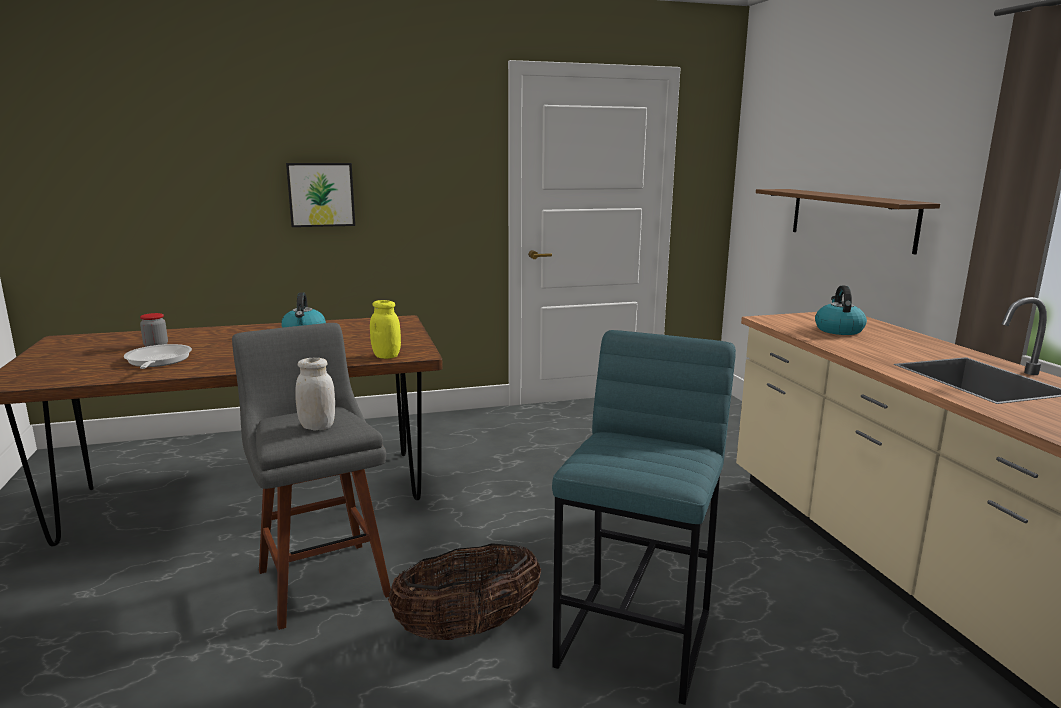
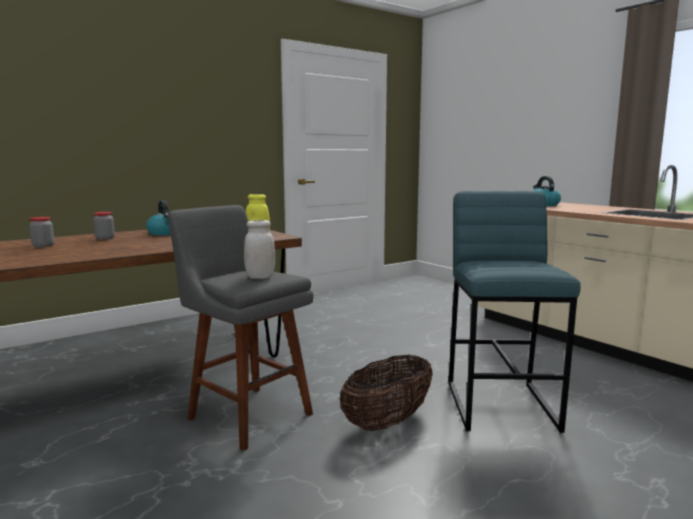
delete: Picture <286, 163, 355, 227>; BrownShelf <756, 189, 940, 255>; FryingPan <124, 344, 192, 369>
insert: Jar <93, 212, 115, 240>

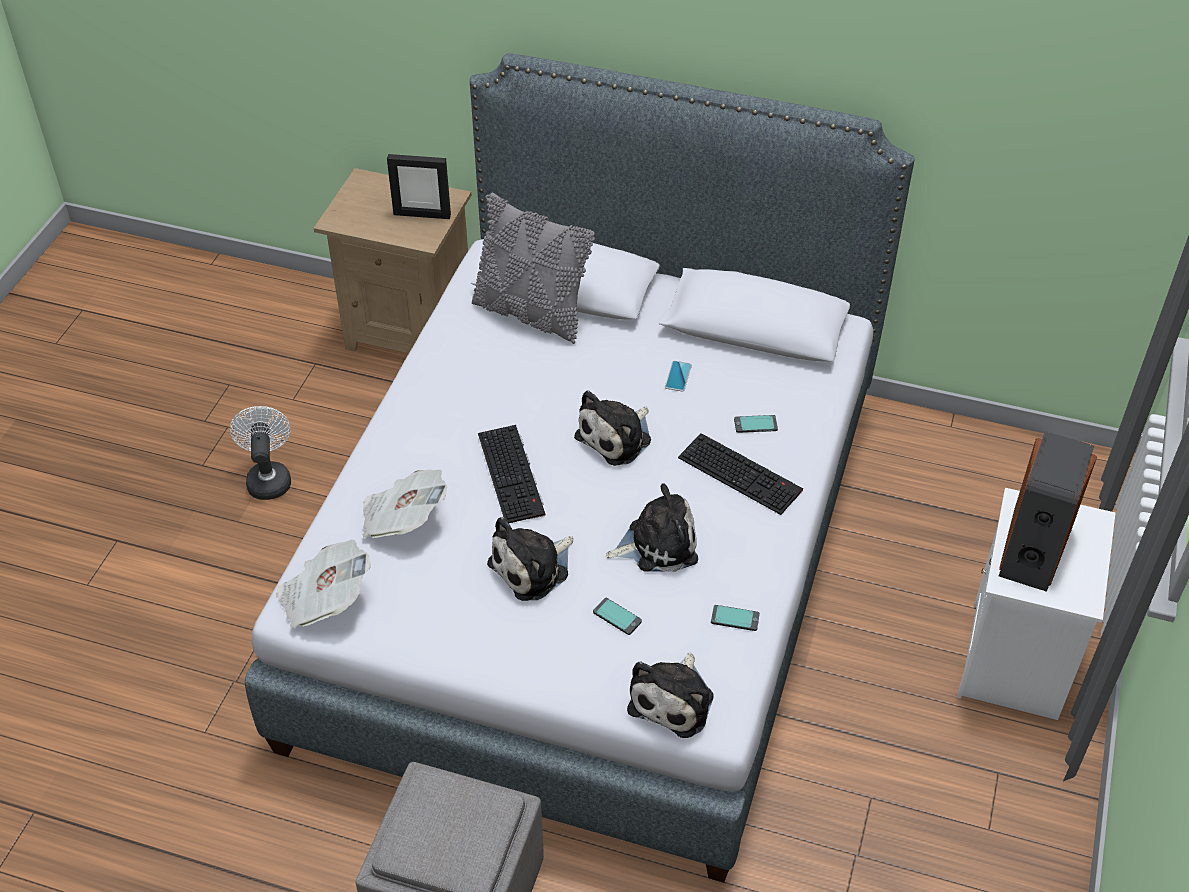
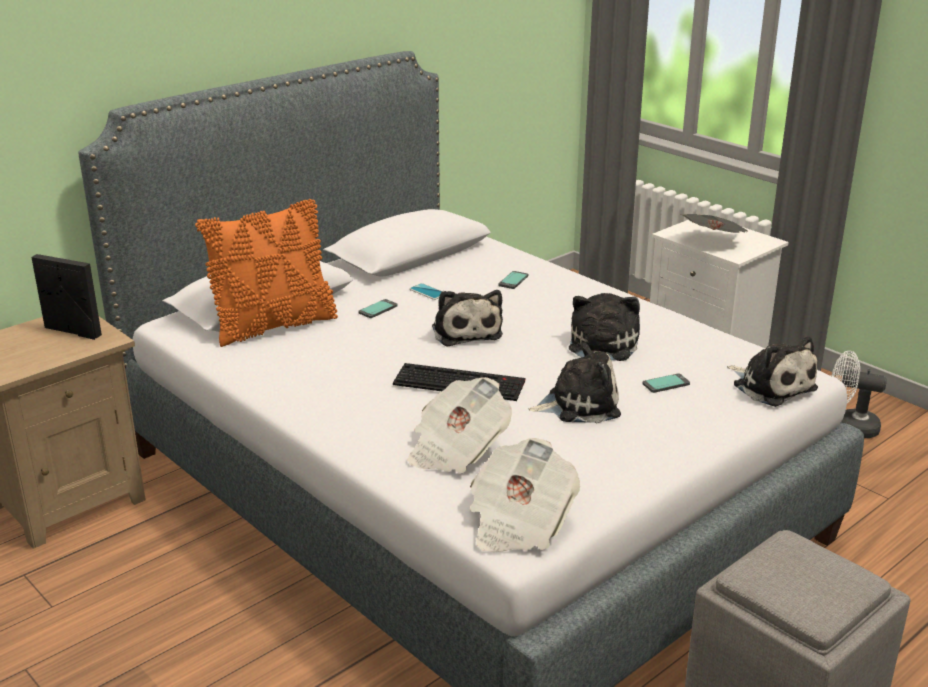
delete: Keyboard <678, 433, 803, 515>
move: WhiteFan <230, 406, 291, 500> to <832, 351, 887, 438>; Phone <711, 605, 760, 631> to <359, 299, 398, 318>
replace: Speaker <999, 431, 1097, 592> to Newspaper <680, 214, 747, 233>
recolor: GreyPillow <472, 193, 595, 344> to OrangePillow <195, 199, 338, 347>
rotate: PictureFrame <387, 154, 451, 219> = <31, 254, 102, 340> 105 degrees counterclockwise; PlushToy <487, 517, 573, 601> = <528, 342, 621, 423> 90 degrees counterclockwise

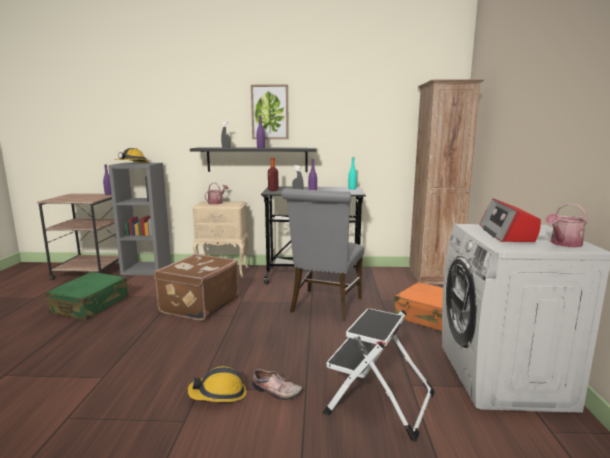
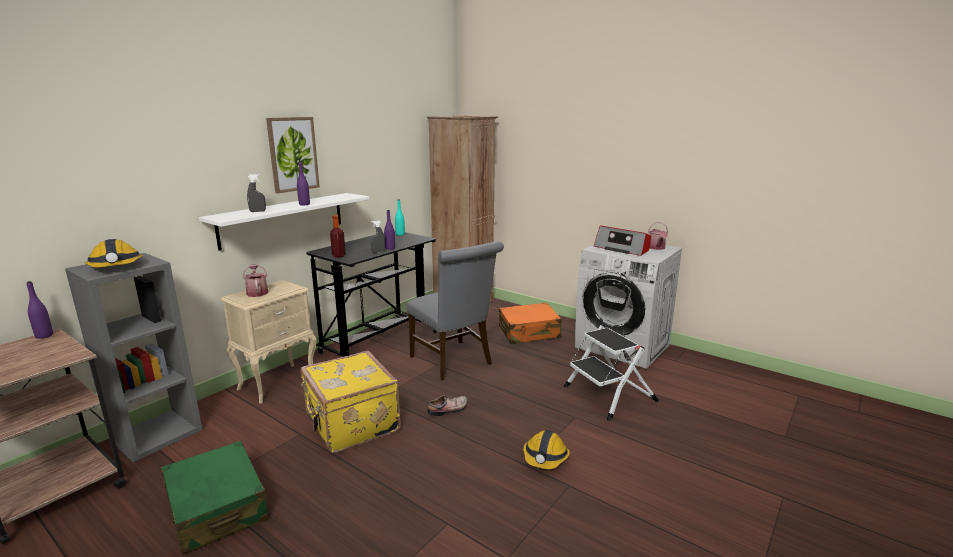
move: Shoe <252, 369, 303, 400> to <427, 395, 468, 417>
recolor: BlackShelf <190, 147, 317, 172> to WhiteShelf <199, 193, 369, 251>; BrownSuitcase <154, 254, 239, 321> to YellowSuitcase <301, 351, 401, 453>

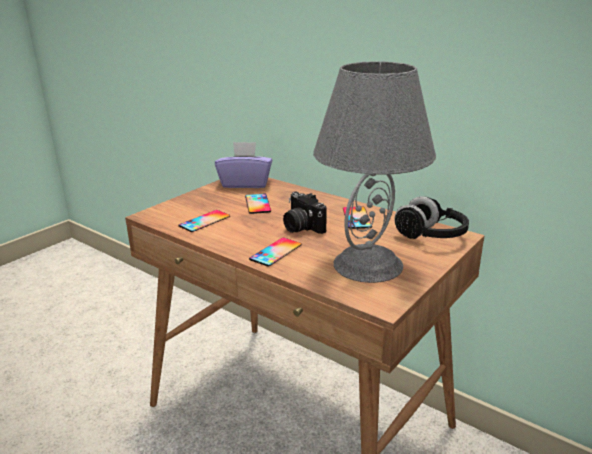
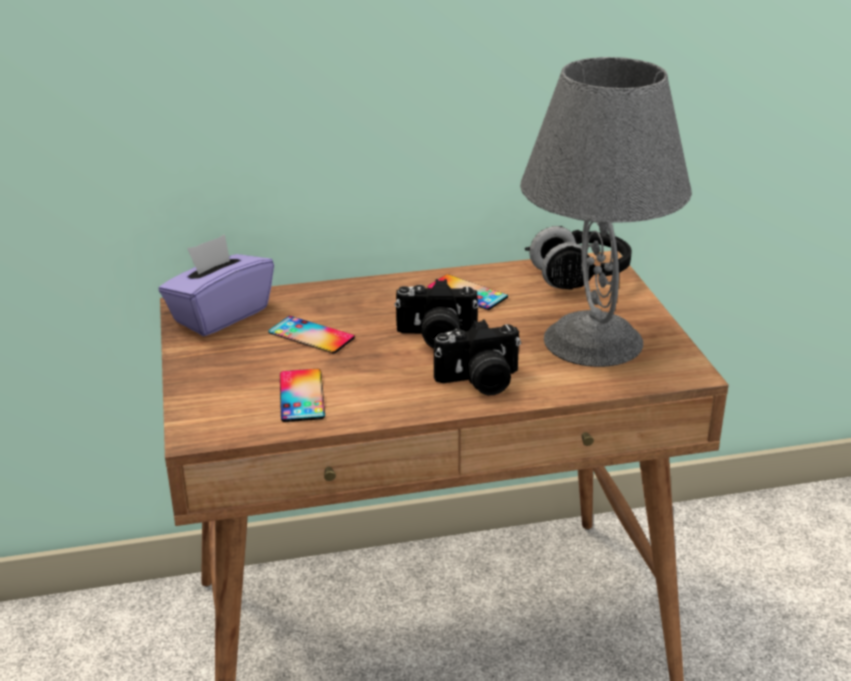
replace: Phone <249, 238, 302, 267> to PhotoCamera <434, 320, 521, 395>

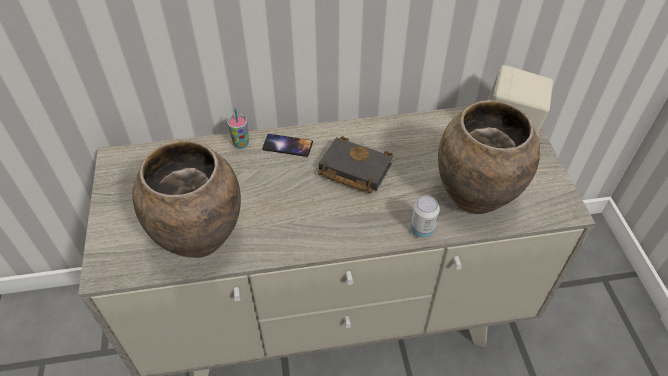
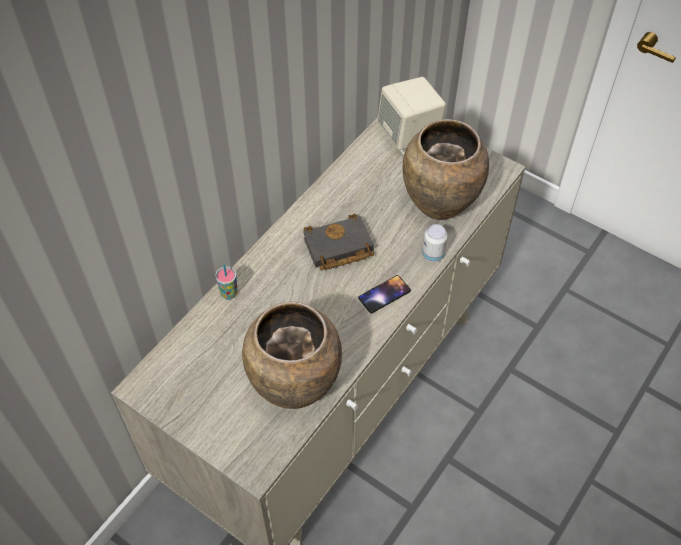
move: Phone <262, 134, 313, 157> to <358, 275, 411, 314>

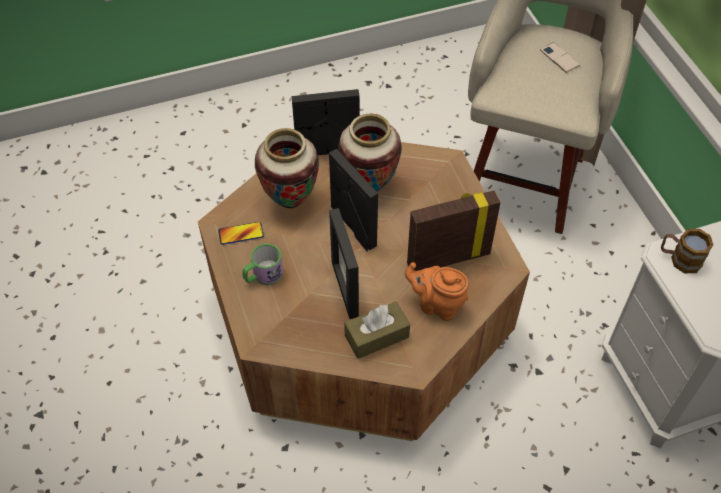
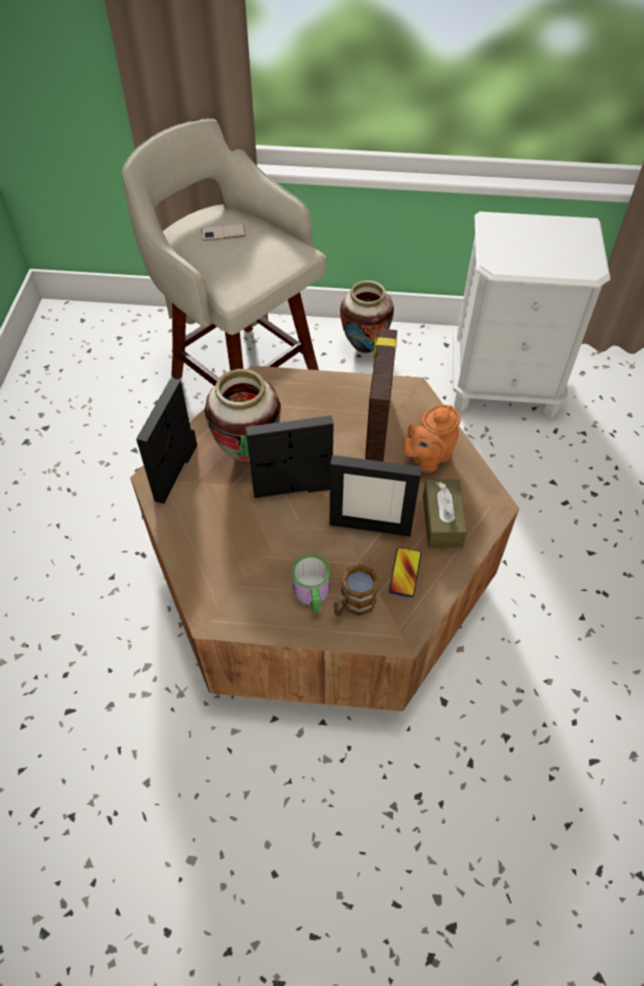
move: Vase <255, 128, 319, 208> to <340, 280, 394, 354>; Phone <218, 222, 264, 245> to <389, 547, 421, 598>; Mug <661, 229, 714, 273> to <334, 564, 379, 616>

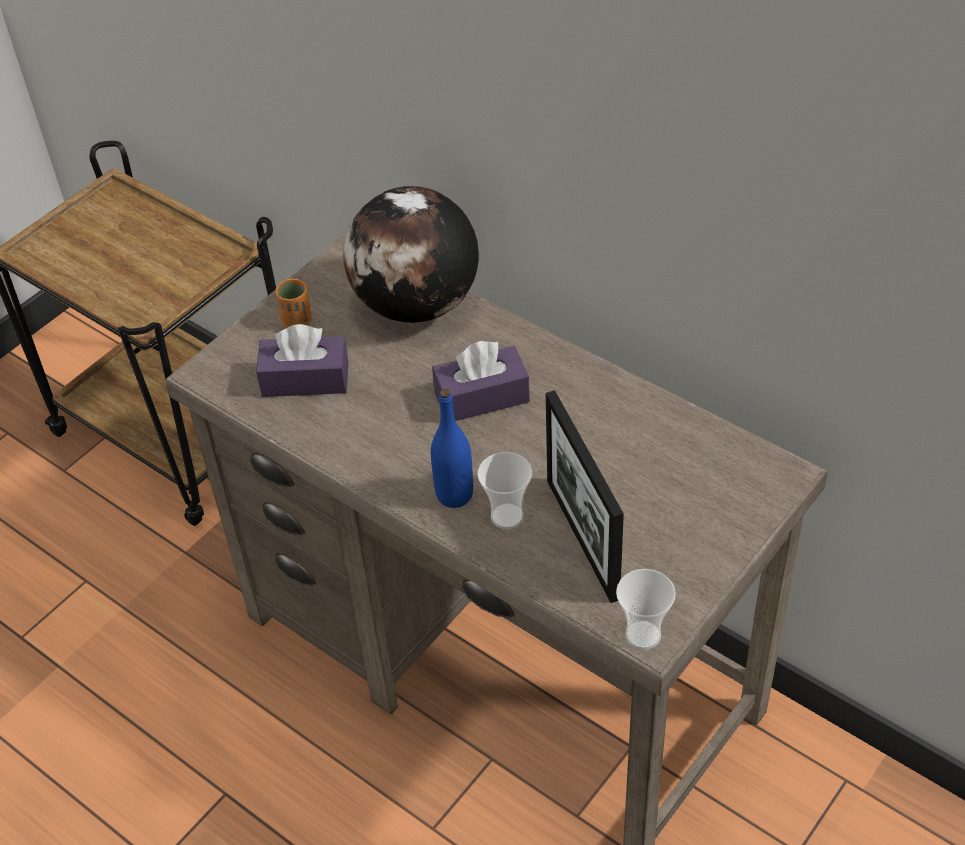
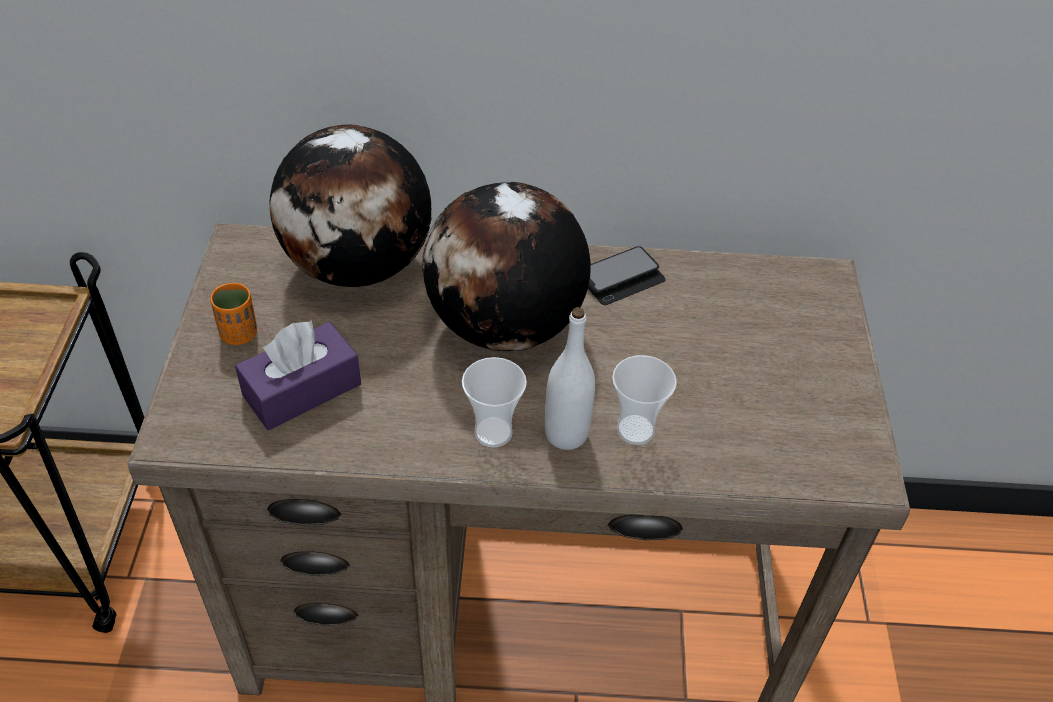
delete: PictureFrame <546, 390, 624, 603>
insert: Phone <588, 246, 665, 305>
move: Cup <616, 569, 676, 650> to <462, 357, 527, 447>
replace: PurpleTissueBox <432, 341, 530, 421> to Globe <422, 182, 591, 351>
recolor: BlueBottle <431, 389, 473, 508> to WhiteBottle <545, 307, 595, 450>

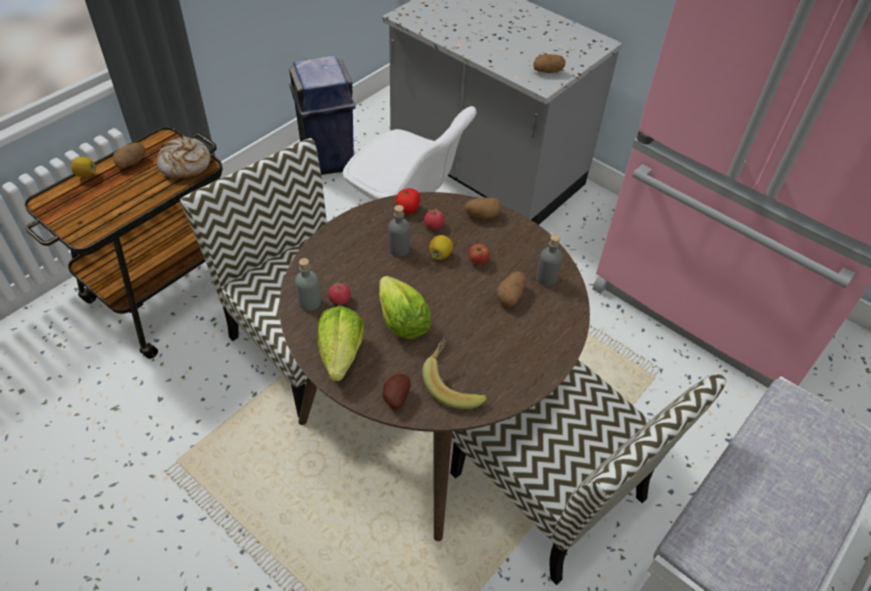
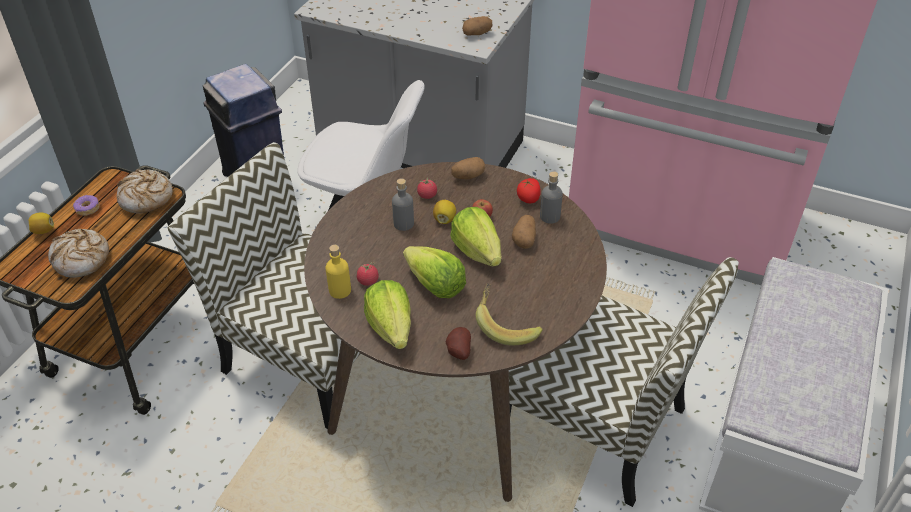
insert: Lettuce <450, 207, 501, 267>; Bread <48, 229, 109, 277>
move: Tomato <396, 188, 420, 213> to <517, 178, 541, 203>
replace: Potato <113, 142, 146, 168> to Donut <73, 195, 100, 216>
recolor: GreyBottle <295, 258, 321, 311> to YellowBottle <325, 245, 351, 299>

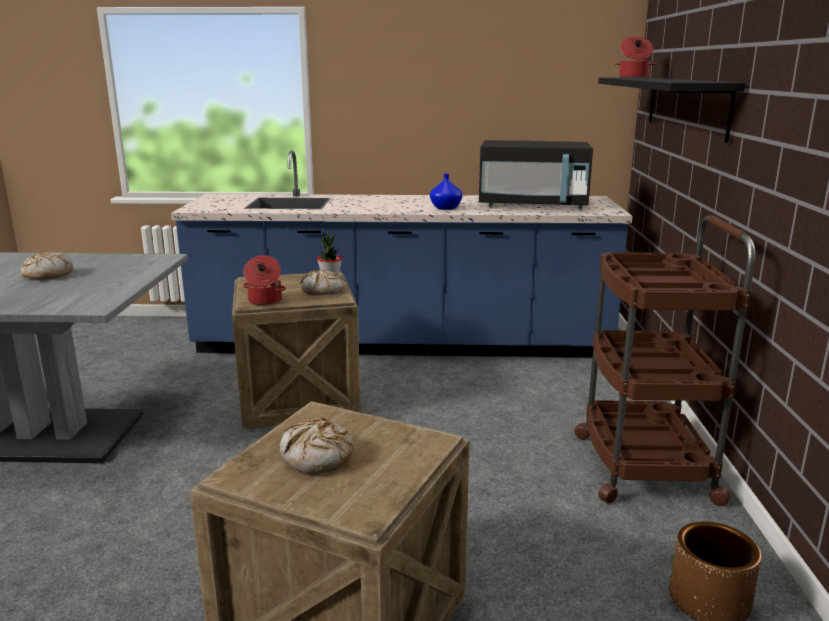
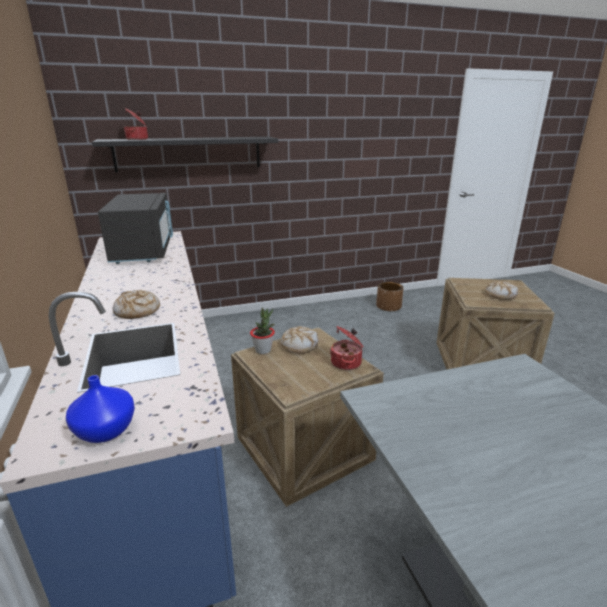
delete: BrownCart <575, 215, 755, 506>
move: BlueVase <430, 174, 462, 210> to <66, 375, 135, 443>; Bread <21, 252, 73, 279> to <113, 289, 160, 319>

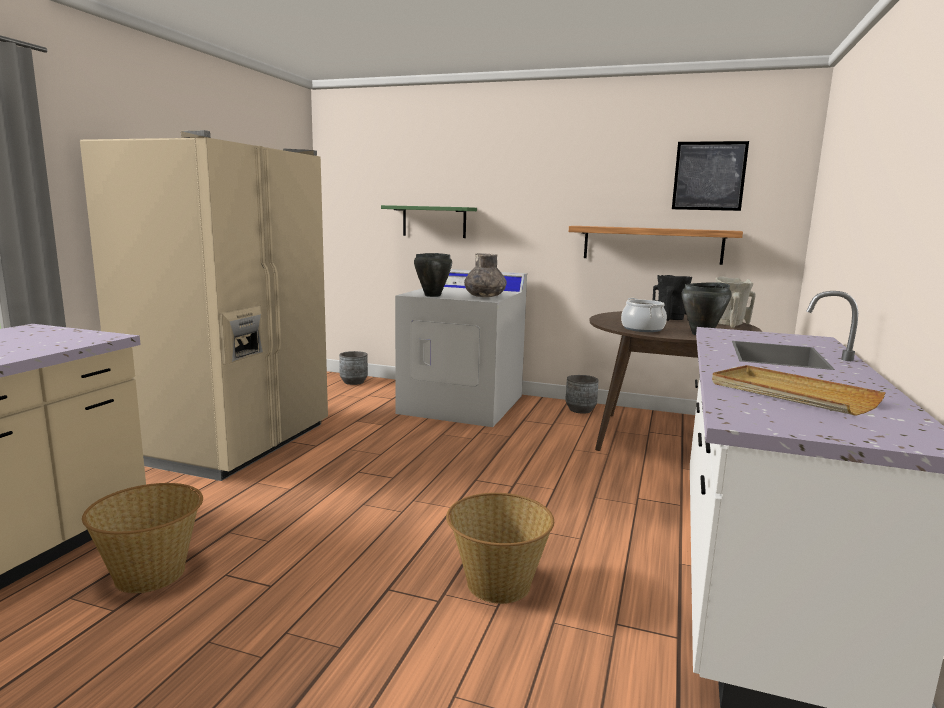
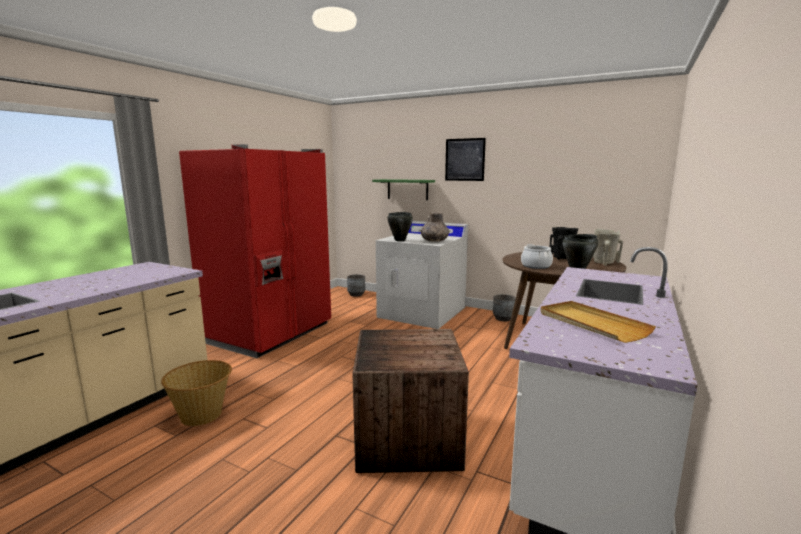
delete: Shelf <569, 226, 743, 265>
move: Picture <672, 141, 749, 211> to <445, 138, 486, 181>
replace: Basket <446, 493, 554, 604> to Crate <352, 329, 469, 473>
recolor: BeigeFridge <80, 130, 328, 481> to RedFridge <179, 144, 331, 358>

